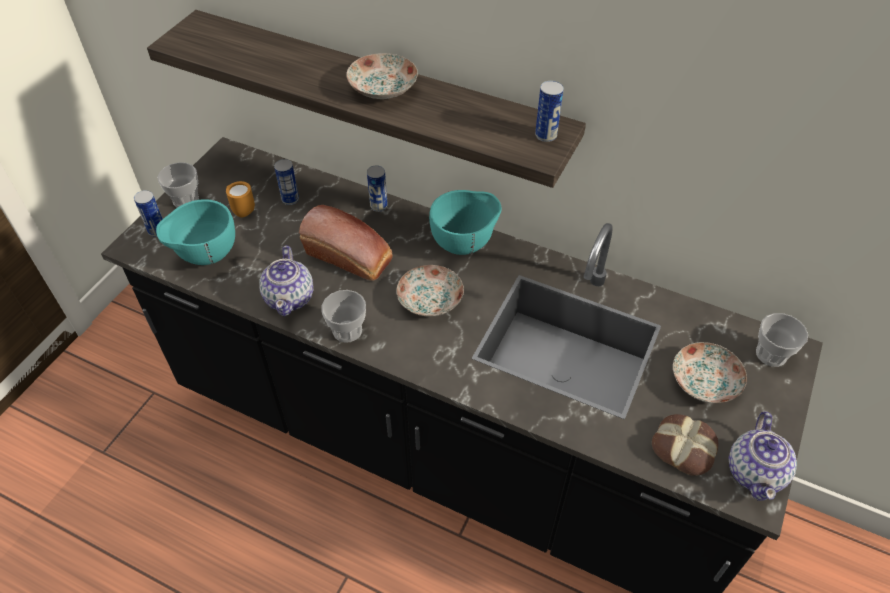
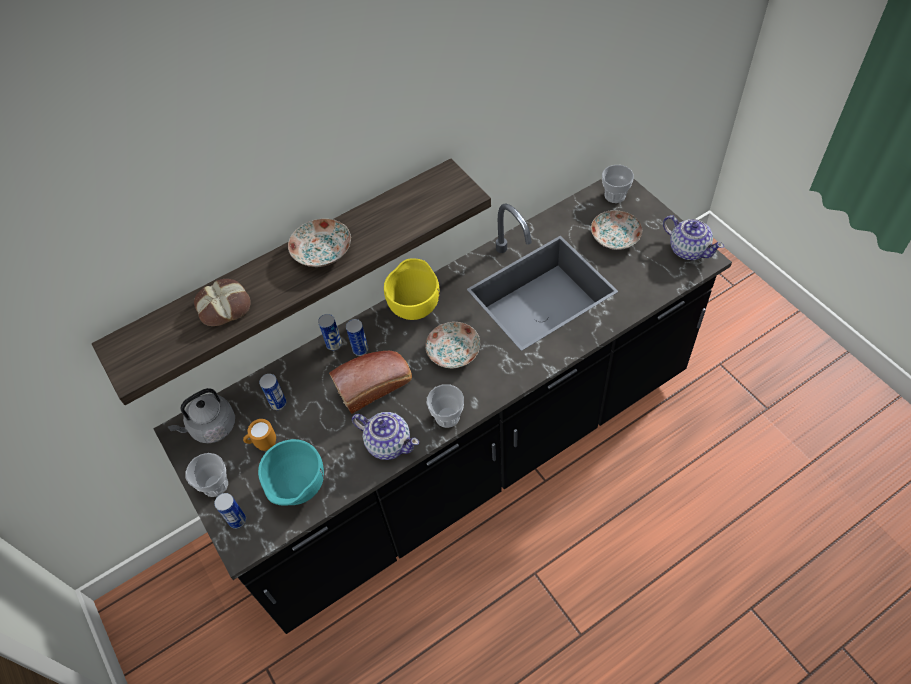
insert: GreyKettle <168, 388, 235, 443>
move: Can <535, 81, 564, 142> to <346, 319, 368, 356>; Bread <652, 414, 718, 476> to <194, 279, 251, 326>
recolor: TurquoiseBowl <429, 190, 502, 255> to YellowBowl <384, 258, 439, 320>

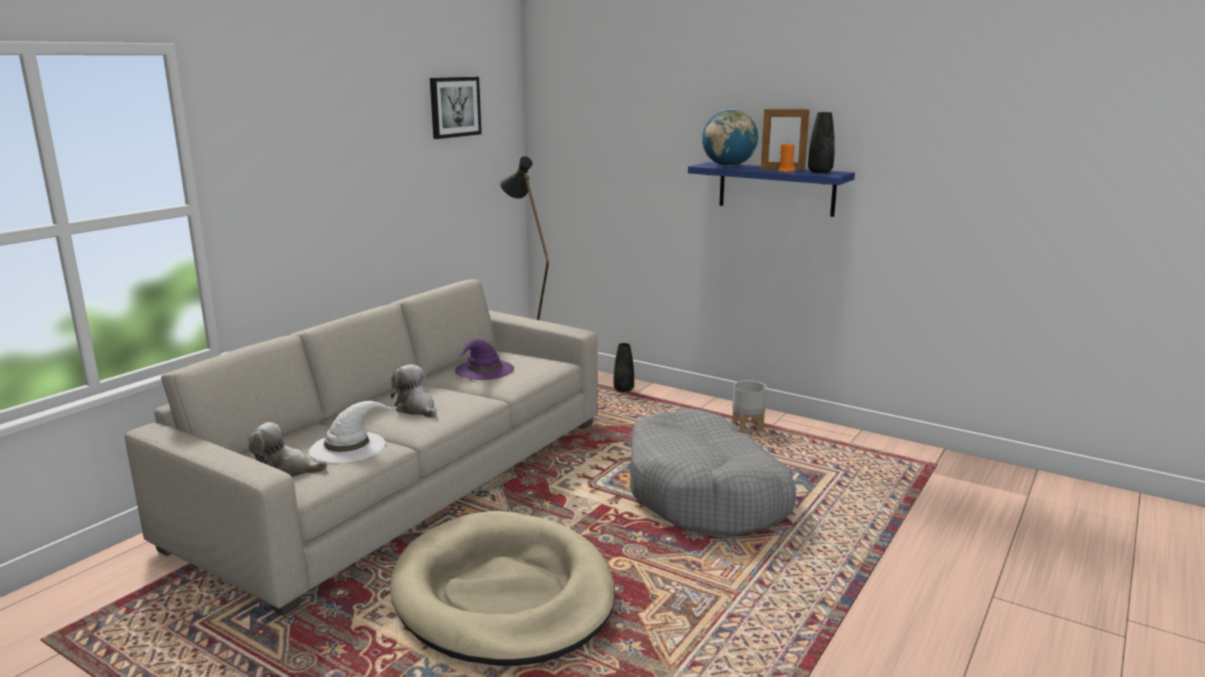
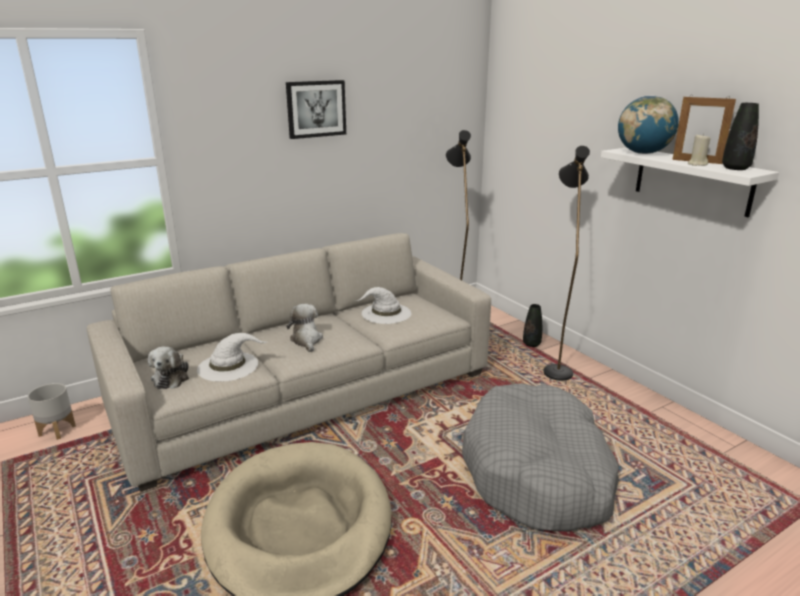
insert: BlackFloorLamp <543, 146, 590, 381>
move: Picture <430, 77, 482, 139> to <286, 80, 346, 139>; GreyPlanter <732, 380, 767, 432> to <28, 383, 76, 440>
recolor: OrangeCandle <778, 144, 795, 172> to BeigeCandle <688, 133, 711, 166>; BlueShelf <688, 162, 855, 217> to WhiteShelf <601, 147, 779, 217>; PurpleHat <455, 339, 514, 380> to WhiteHat <356, 287, 411, 324>
rotate: PlushToy <249, 422, 327, 477> = <148, 346, 189, 389> 120 degrees counterclockwise

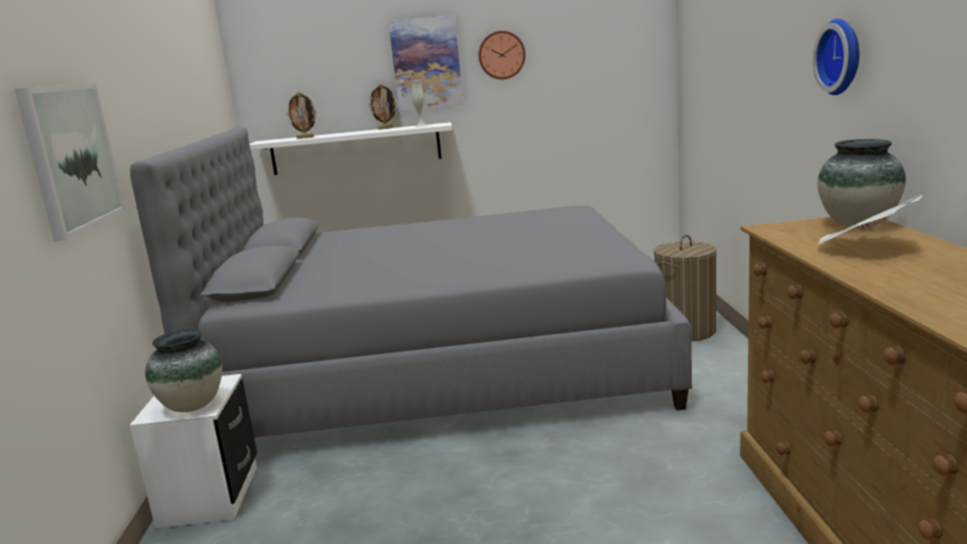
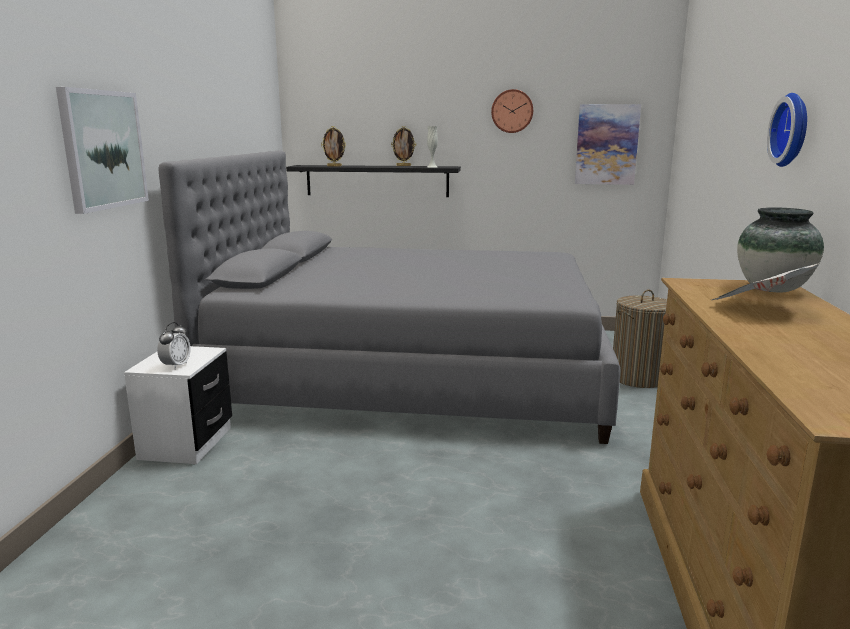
move: Picture <388, 15, 463, 111> to <575, 104, 641, 185>
replace: Vase <145, 329, 222, 412> to AlarmClock <157, 322, 191, 370>
recolor: WhiteShelf <249, 122, 452, 175> to BlackShelf <286, 165, 461, 197>

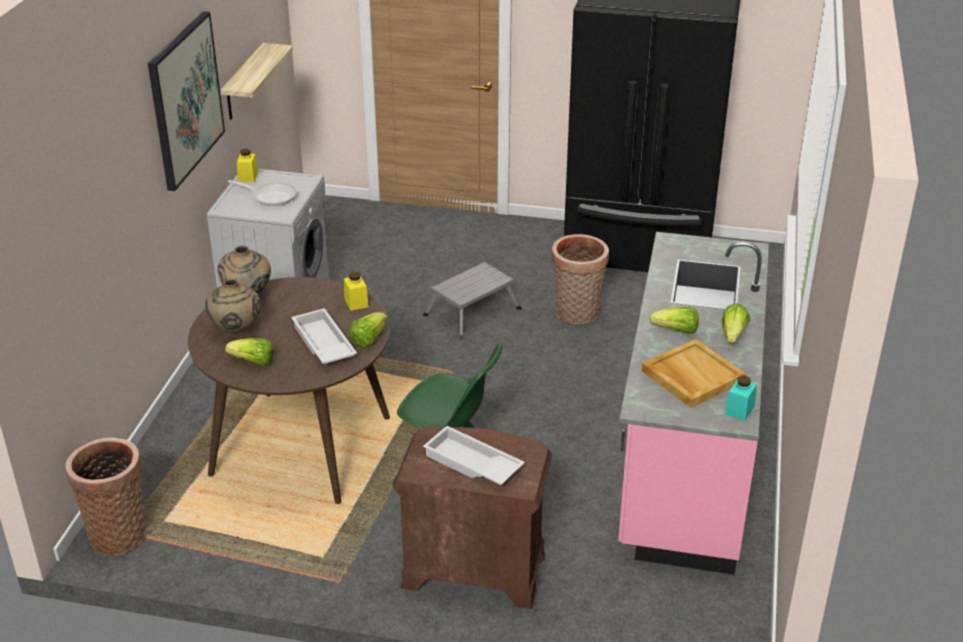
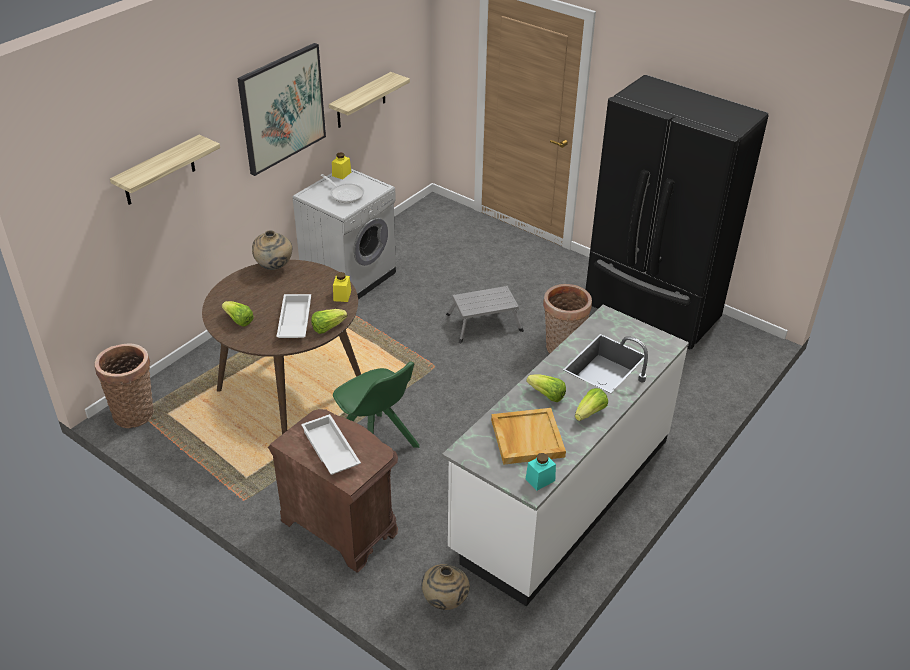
insert: Shelf <110, 135, 220, 205>
move: BeigeVase <205, 279, 260, 333> to <421, 564, 470, 610>
recolor: PinkCounter <618, 232, 769, 575> to WhiteCounter <442, 305, 689, 606>

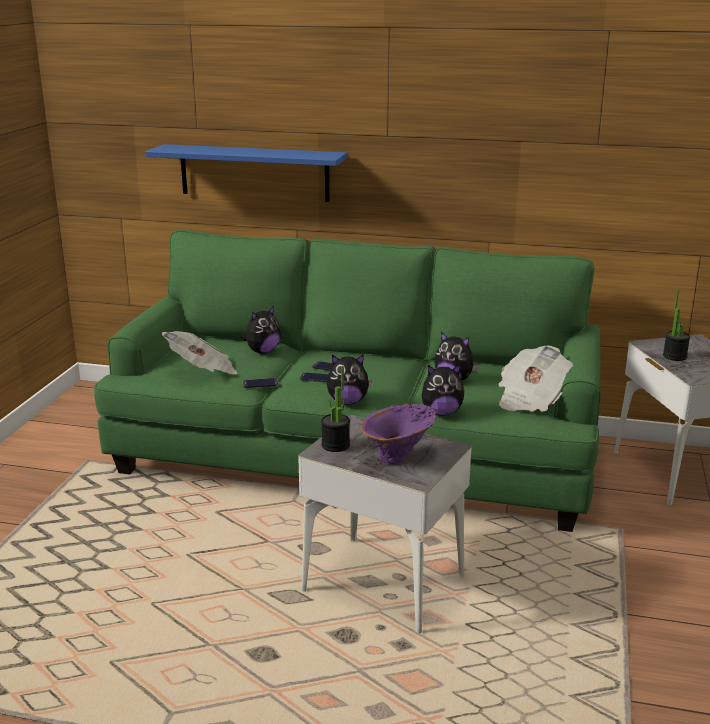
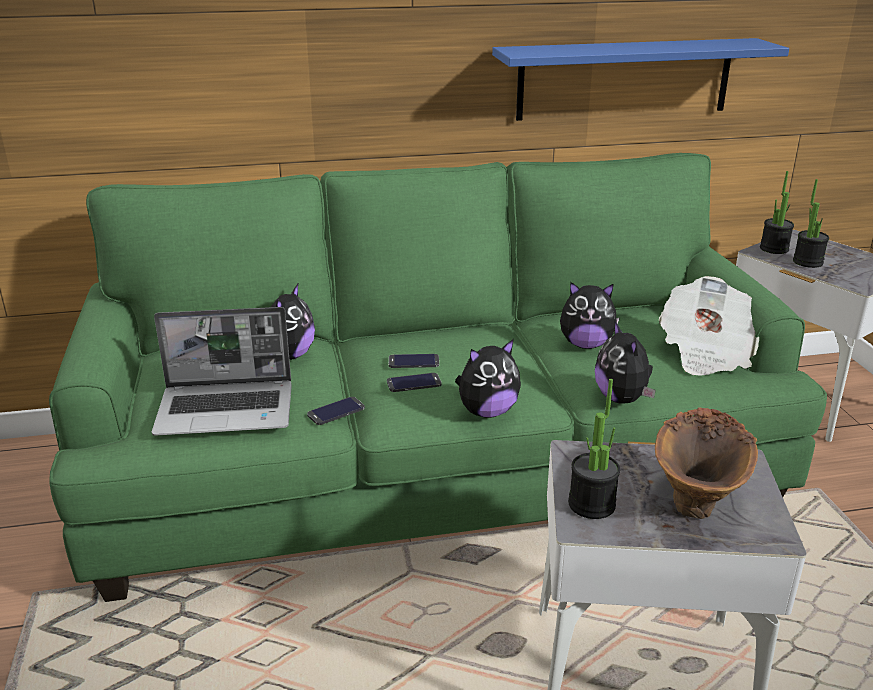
insert: PottedPlant <760, 171, 794, 254>
move: BlueShelf <145, 144, 348, 202> to <492, 38, 789, 121>
replace: Newspaper <162, 331, 237, 374> to Laptop <152, 307, 292, 436>
recolor: PurpleVase <361, 404, 436, 465> to BrownVase <655, 407, 758, 519>
rotate: PlushToy <421, 364, 465, 416> = <595, 320, 656, 404> 105 degrees clockwise

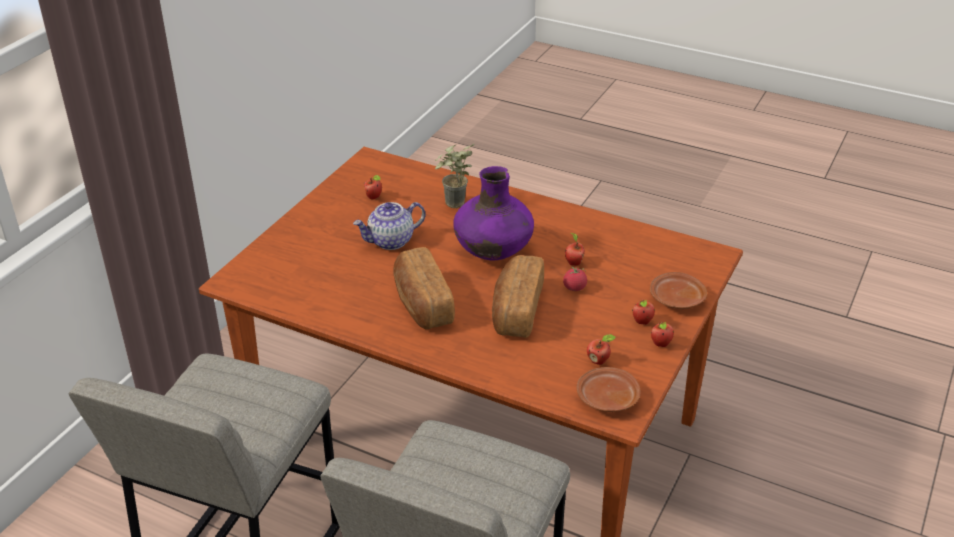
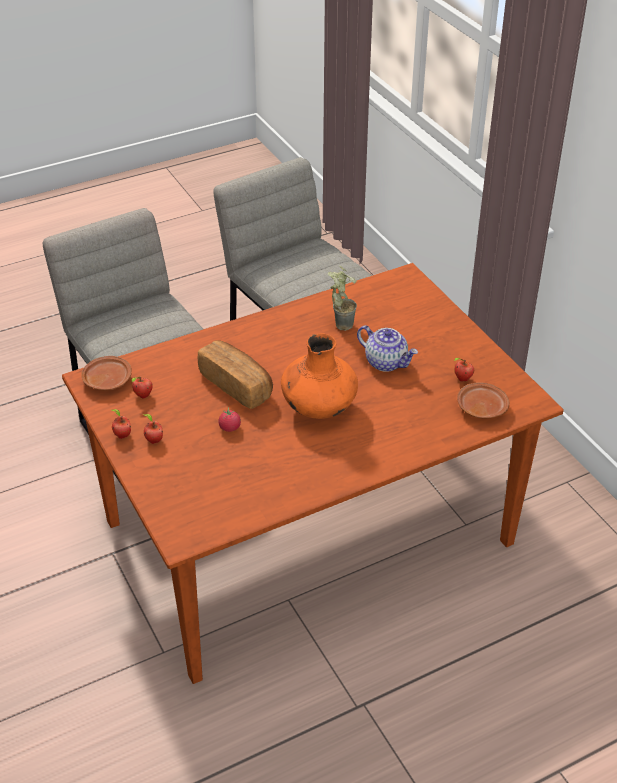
delete: Apple <565, 232, 585, 266>; Bread <393, 247, 455, 329>
move: PottedPlant <435, 143, 475, 208> to <327, 265, 357, 331>; BrownPlate <650, 272, 707, 309> to <457, 382, 510, 418>
recolor: PurpleVase <453, 166, 534, 260> to OrangeVase <281, 333, 358, 419>
rotate: Teapot <353, 202, 425, 250> = <357, 325, 418, 372> 120 degrees clockwise

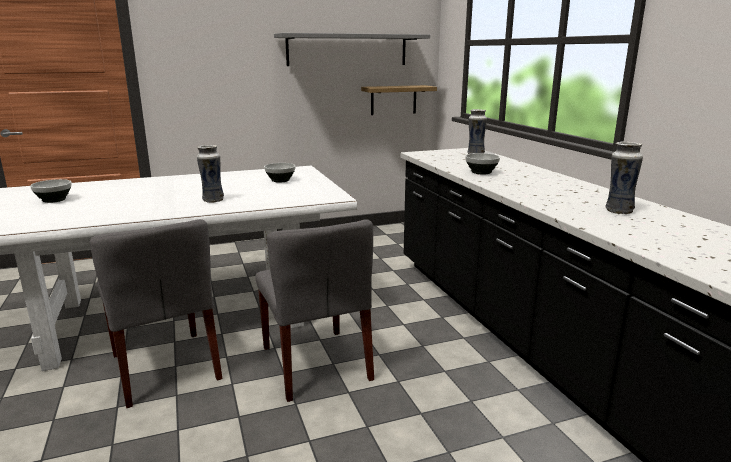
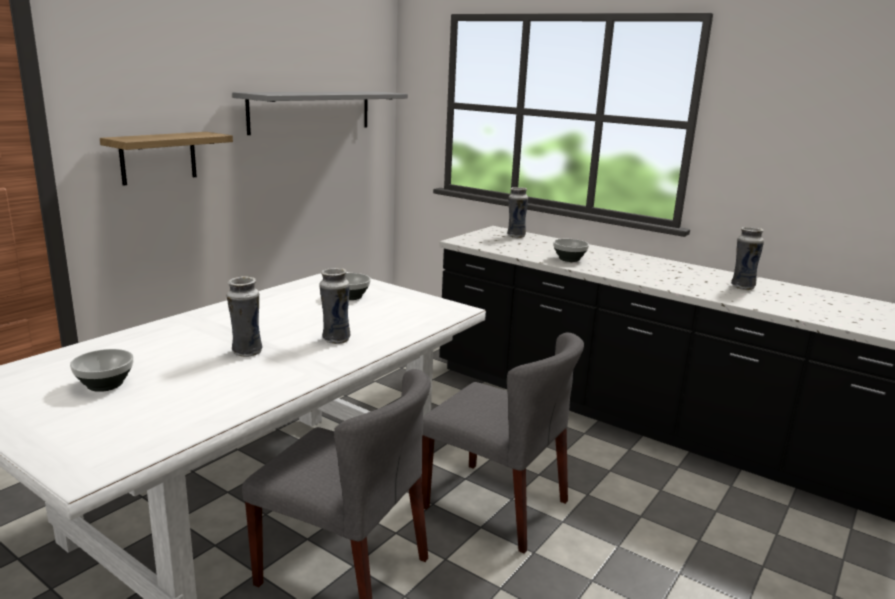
insert: Vase <227, 276, 263, 357>
move: Shelf <361, 85, 437, 115> to <100, 132, 233, 186>

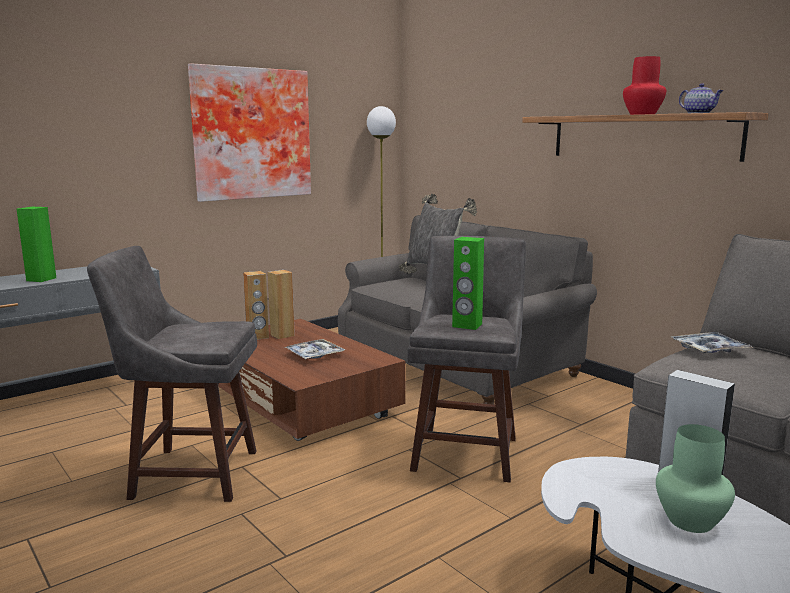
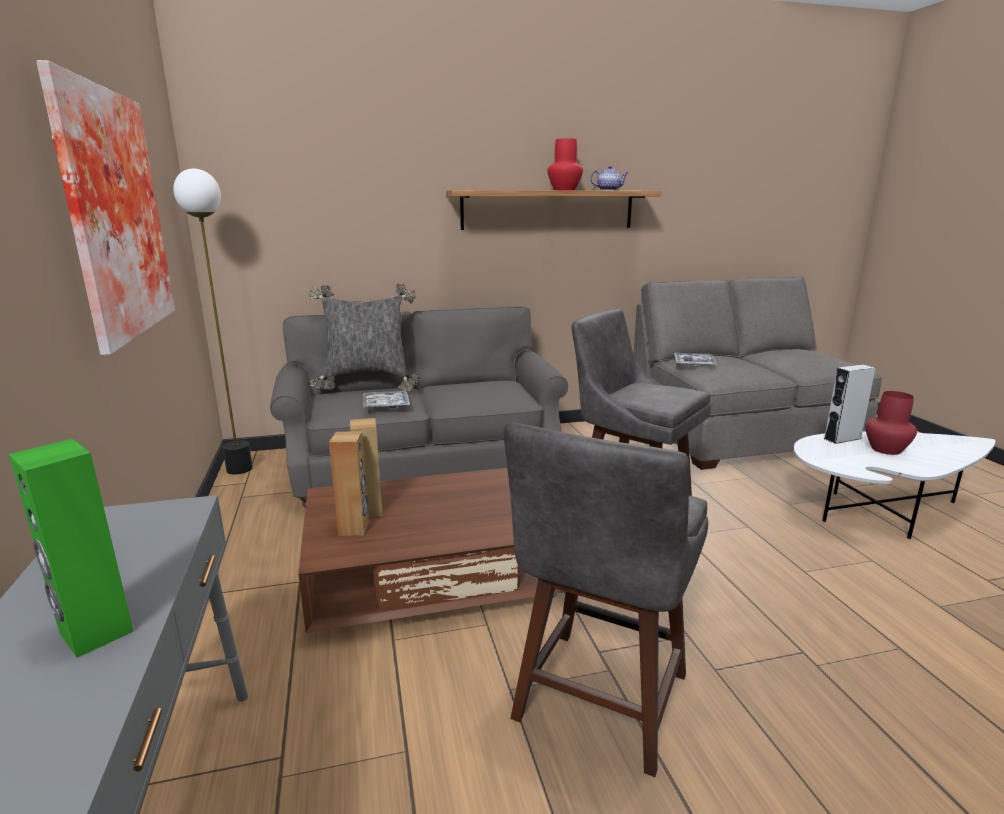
delete: GreenSpeaker <452, 237, 484, 330>
move: Tray <284, 339, 345, 359> to <363, 391, 410, 408>
recolor: GreenVase <656, 424, 735, 533> to RedVase <865, 391, 917, 455>

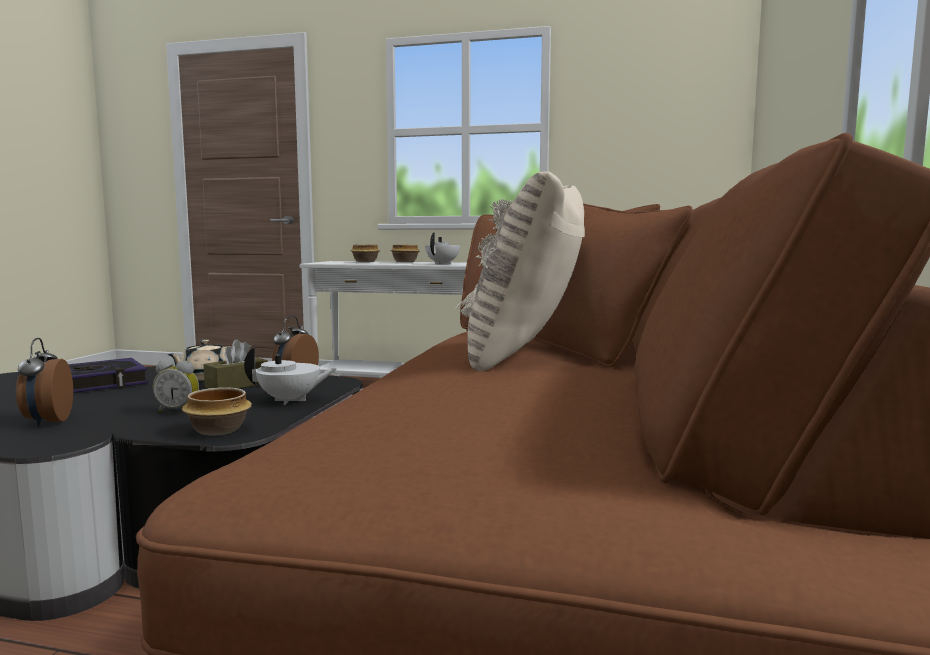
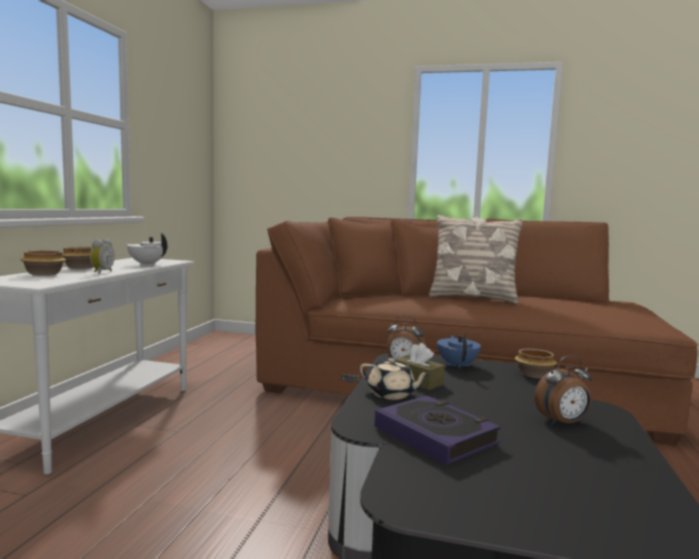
move: AlarmClock <153, 360, 199, 412> to <90, 239, 115, 274>
recolor: WhiteTeapot <244, 347, 336, 405> to BlueTeapot <437, 334, 481, 369>

